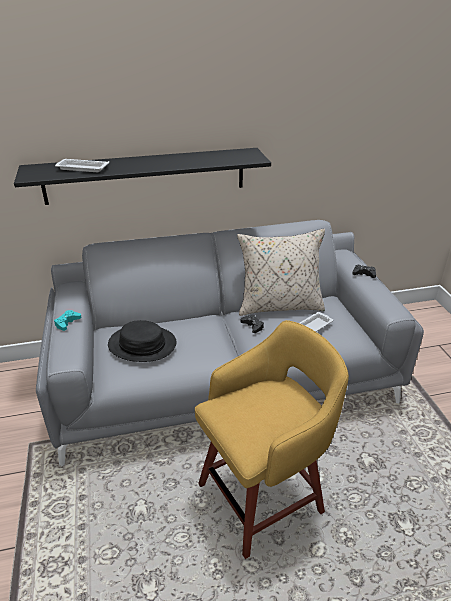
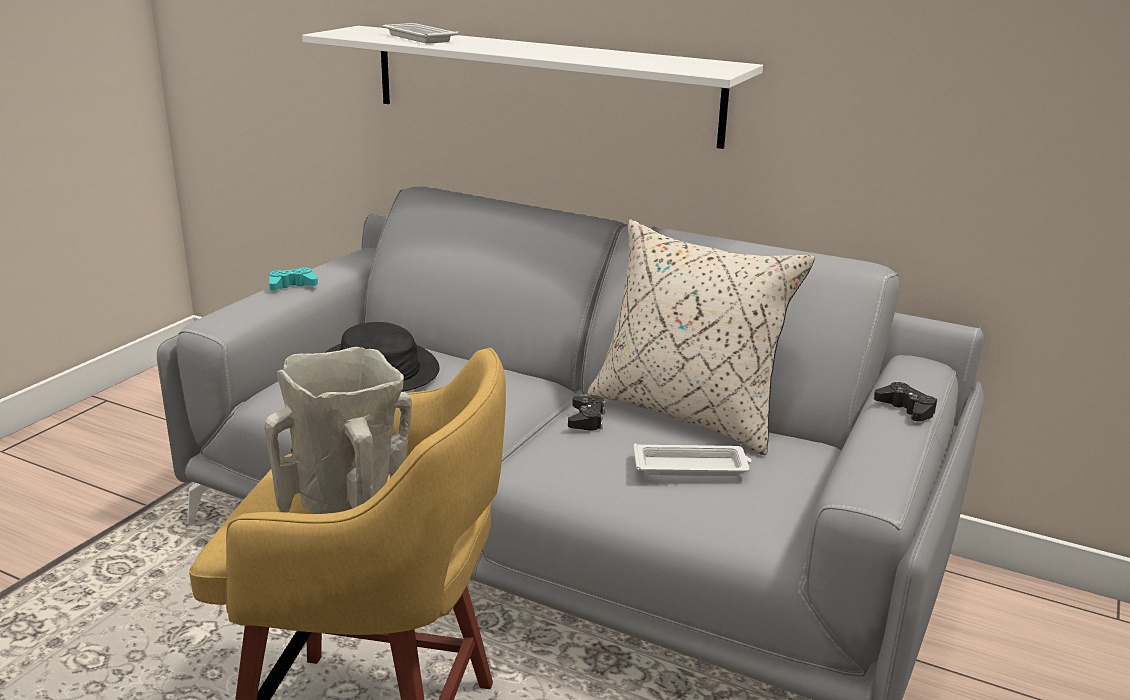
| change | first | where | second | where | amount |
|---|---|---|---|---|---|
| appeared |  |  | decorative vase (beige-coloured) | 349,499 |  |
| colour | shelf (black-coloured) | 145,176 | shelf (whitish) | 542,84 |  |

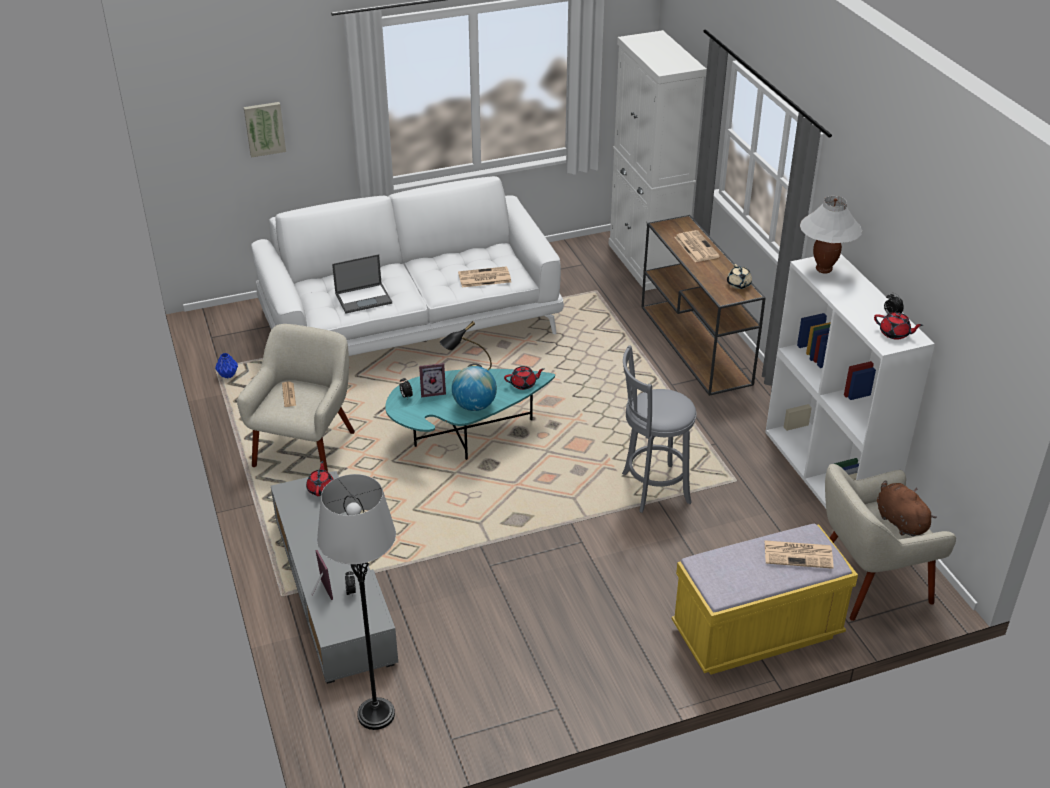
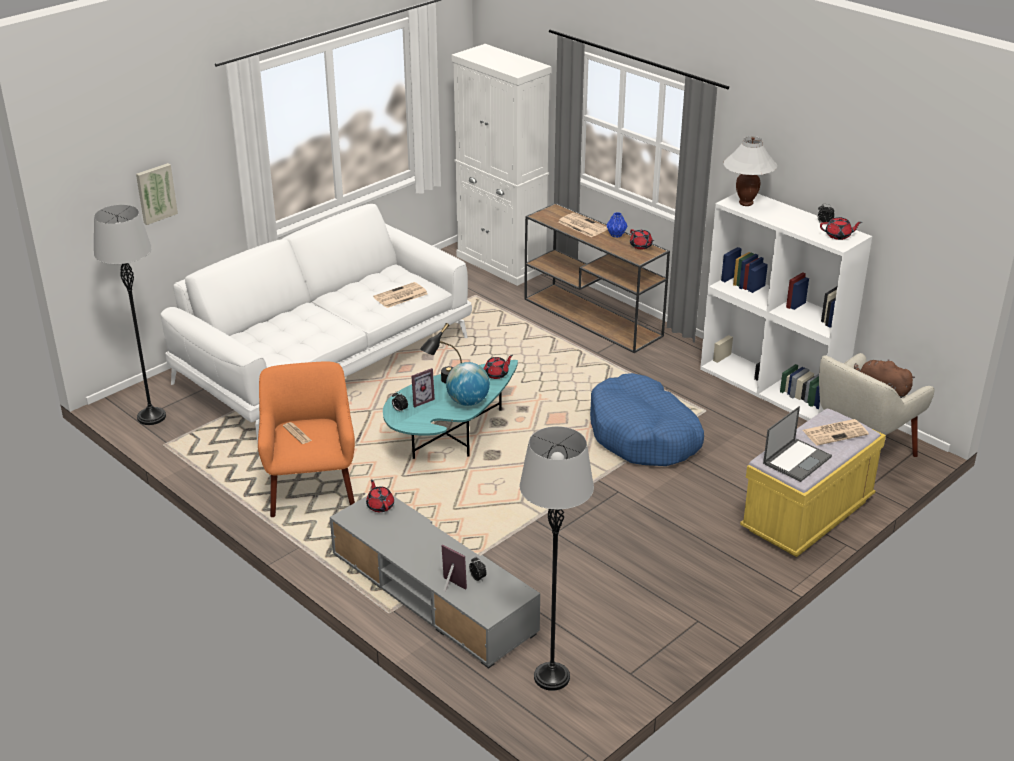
| change | first | where | second | where | amount |
|---|---|---|---|---|---|
| appeared |  |  | standing lamp (greyish) | 151,417 |  |
| relocated | decorative vase (blue-coloured) | 228,375 |  | 616,235 |  |
| relocated | laptop | 364,298 |  | 797,460 |  |
| exchanged | sitting stool (greyish) | 652,489 | dog bed (blue-coloured) | 643,435 |  |
| colour | easy chair (beige-coloured) | 306,448 | easy chair (orangey) | 312,488 |  |
| colour | tea pot (beige-coloured) | 738,284 | tea pot (reddish) | 641,246 |  |

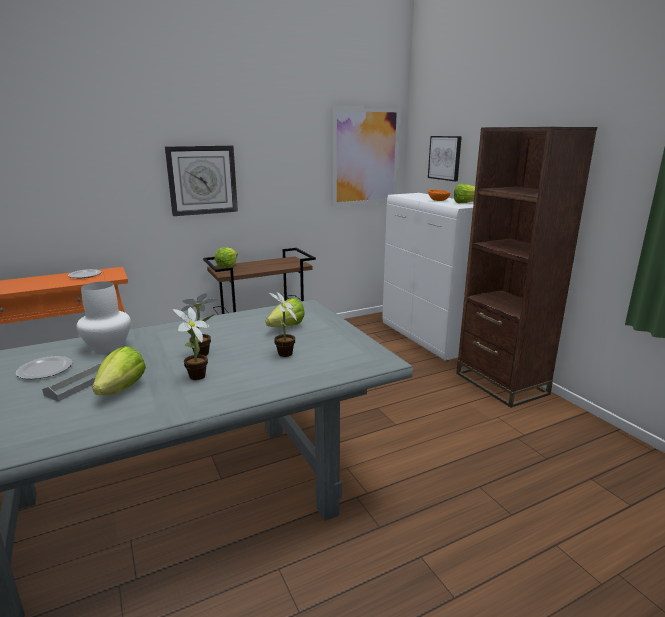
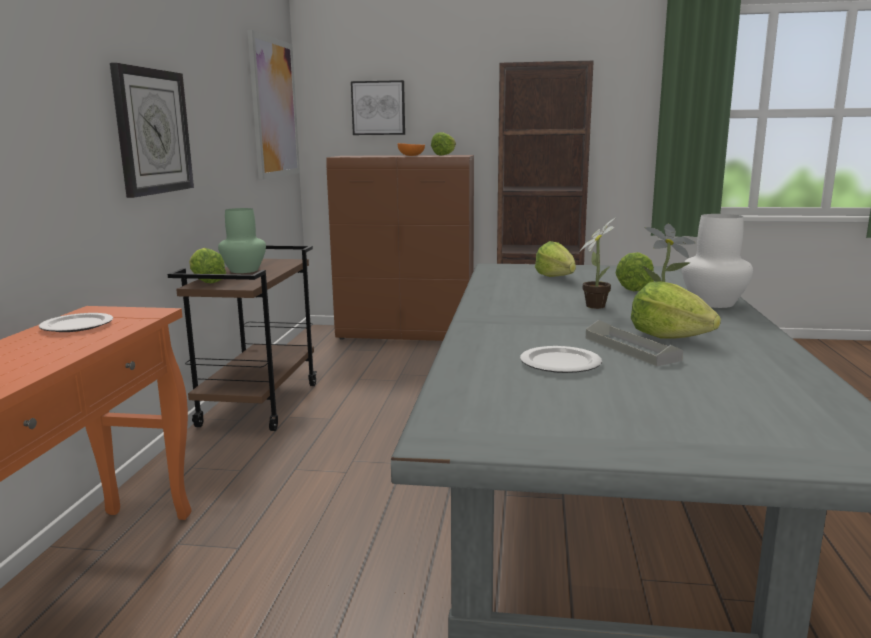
| change | first | where | second | where | amount |
|---|---|---|---|---|---|
| appeared |  |  | decorative vase (green) | 244,270 |  |
| relocated | decorative vase (whitish) | 107,347 |  | 712,303 |  |
| exchanged | plant in a pot | 284,355 | lettuce head | 636,286 |  |
| colour | cabinet (whitish) | 427,339 | cabinet (brownish) | 407,335 |  |

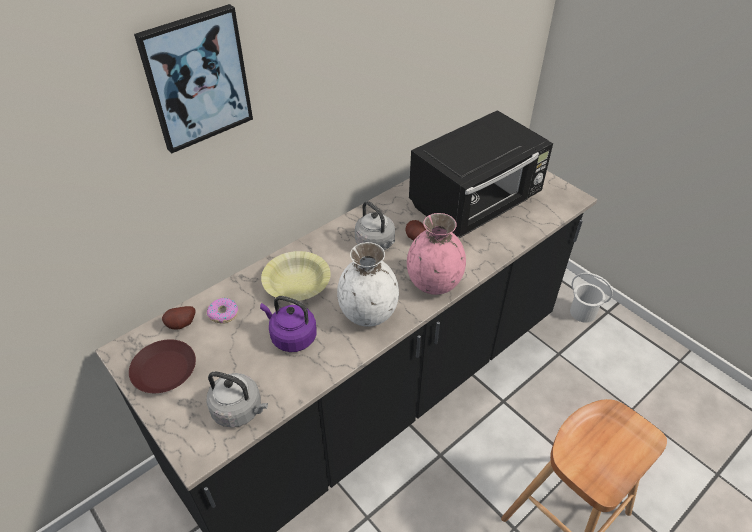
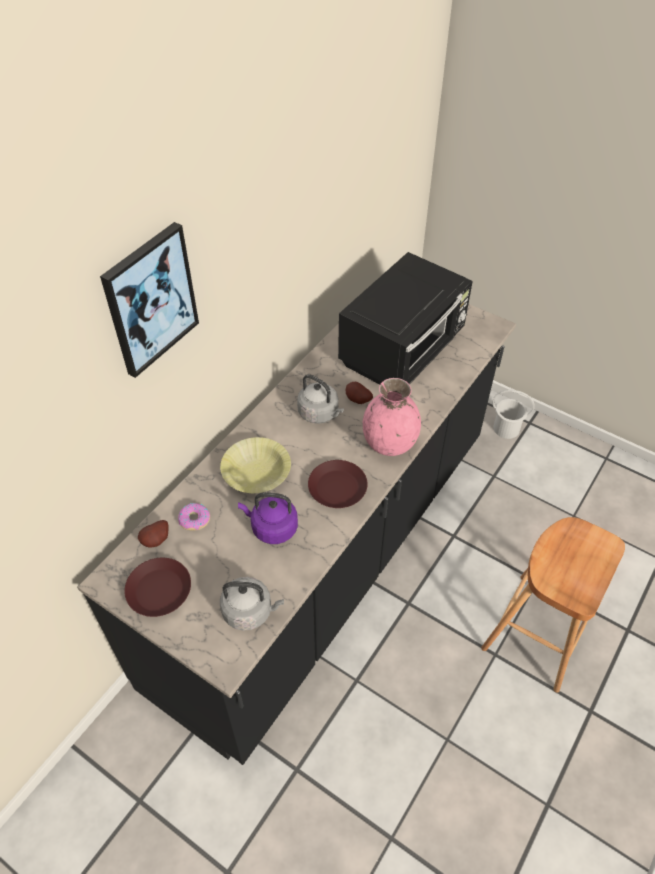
| change | first | where | second | where | amount |
|---|---|---|---|---|---|
| exchanged | decorative vase (whitish) | 368,313 | flat dish (brownish) | 337,487 |  |

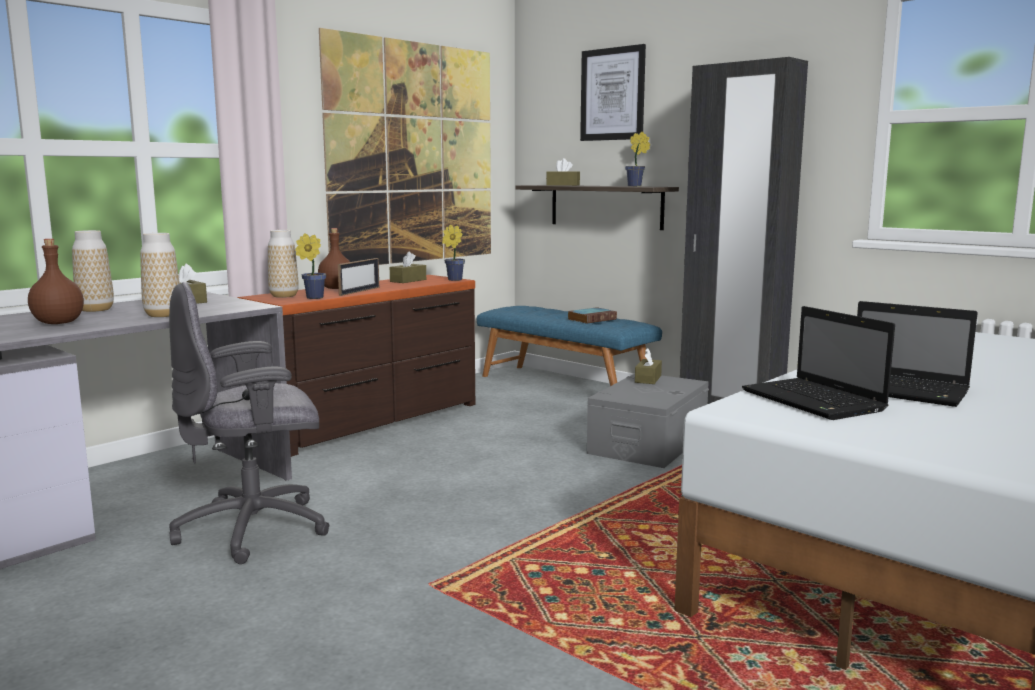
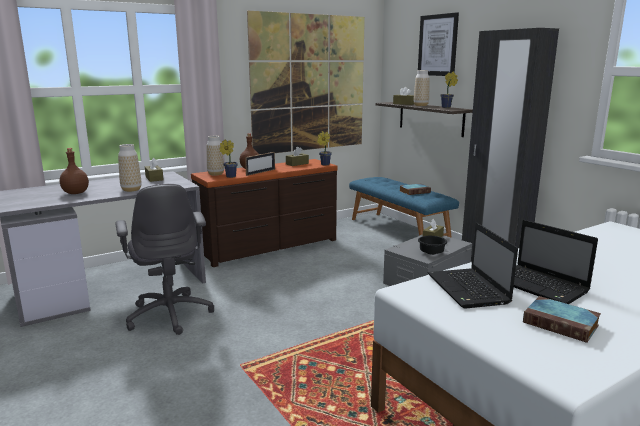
| change | first | where | second | where | amount |
|---|---|---|---|---|---|
| appeared |  |  | deep dish (black-coloured) | 431,253 |  |
| appeared |  |  | volume | 562,324 |  |
| relocated | decorative vase | 95,309 |  | 420,105 |  |
| spun | desk chair (greyish) | 256,529 |  | 170,314 | 105 degrees counterclockwise |

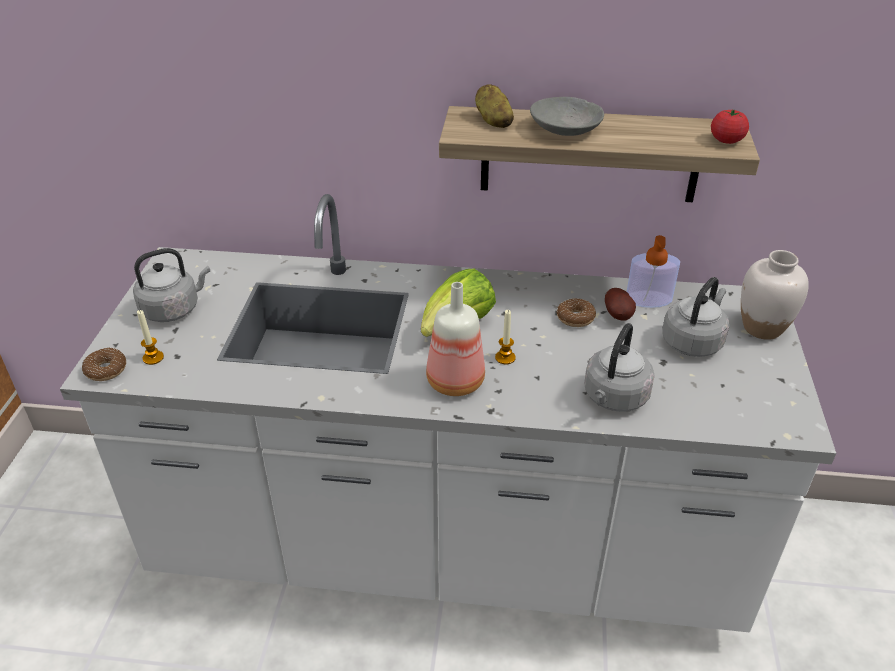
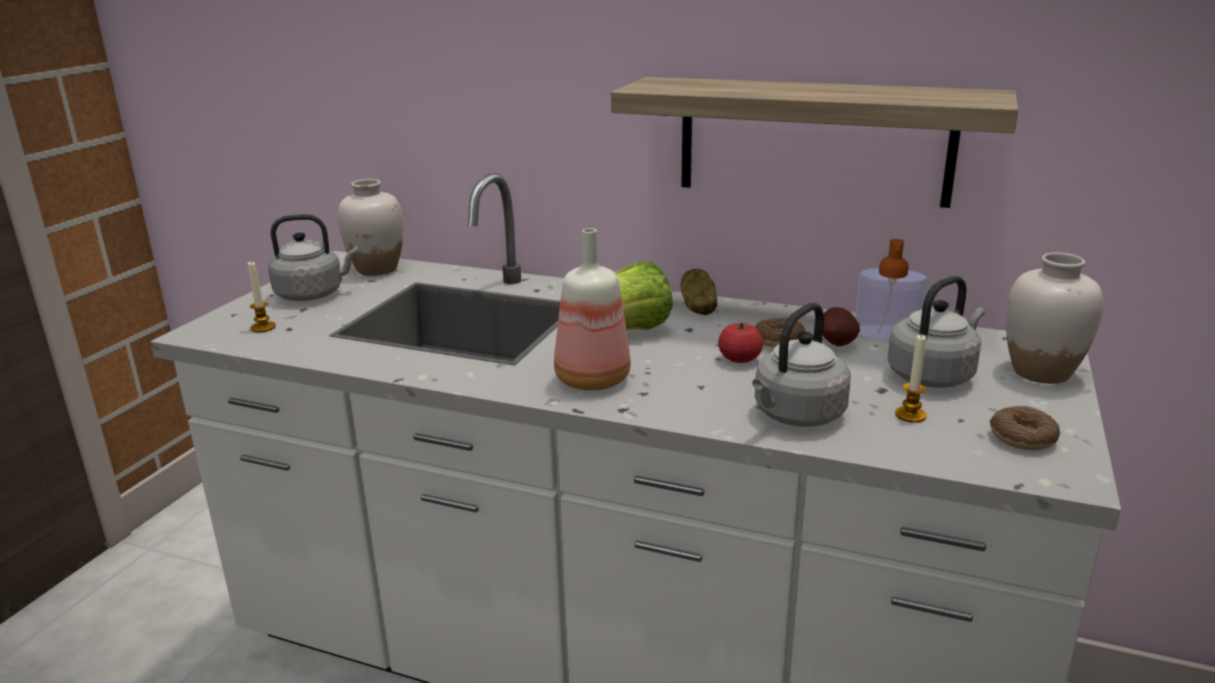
| change | first | where | second | where | amount |
|---|---|---|---|---|---|
| missing | deep dish (greyish) | 566,129 |  |  |  |
| appeared |  |  | decorative vase (whitish) | 377,269 |  |
| relocated | doughnut | 106,370 |  | 1022,438 |  |
| relocated | whole potato | 493,120 |  | 698,307 |  |
| relocated | candle | 505,358 |  | 910,415 |  |
| relocated | tomato | 726,140 |  | 739,359 |  |

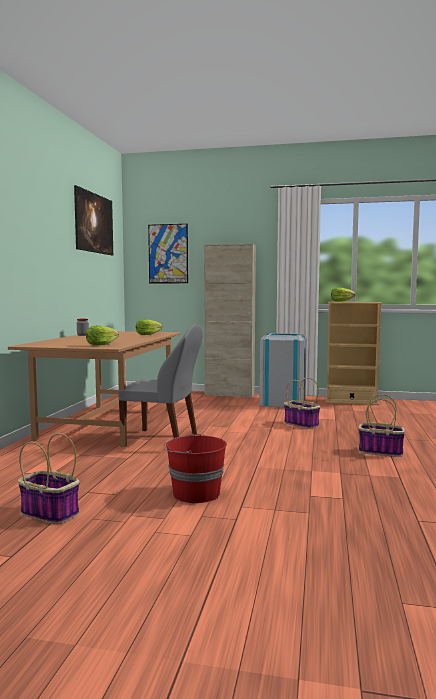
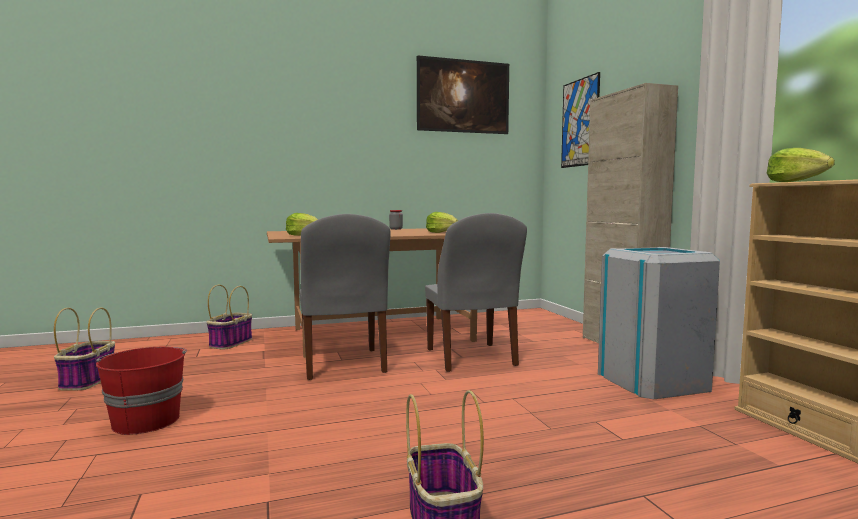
| change | first | where | second | where | amount |
|---|---|---|---|---|---|
| appeared |  |  | plain chair (greyish) | 471,358 |  |
| relocated | household basket | 300,424 |  | 231,343 |  |

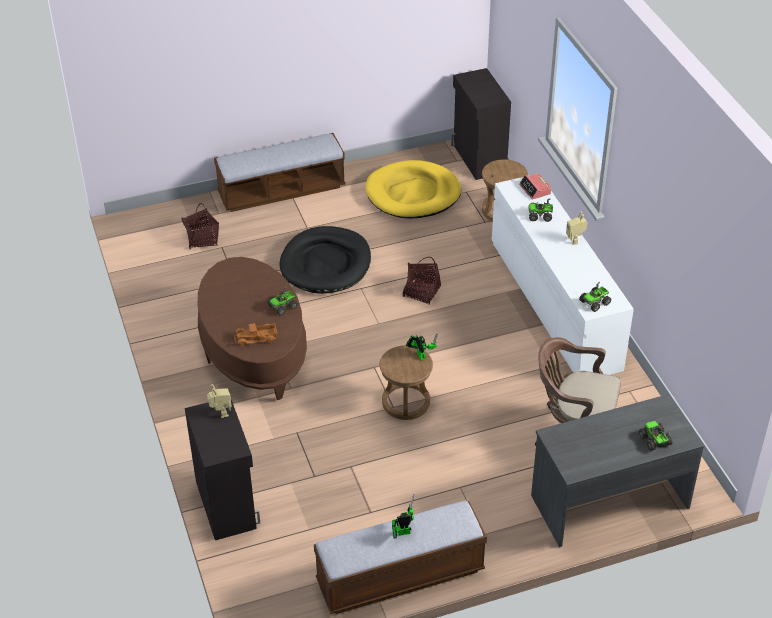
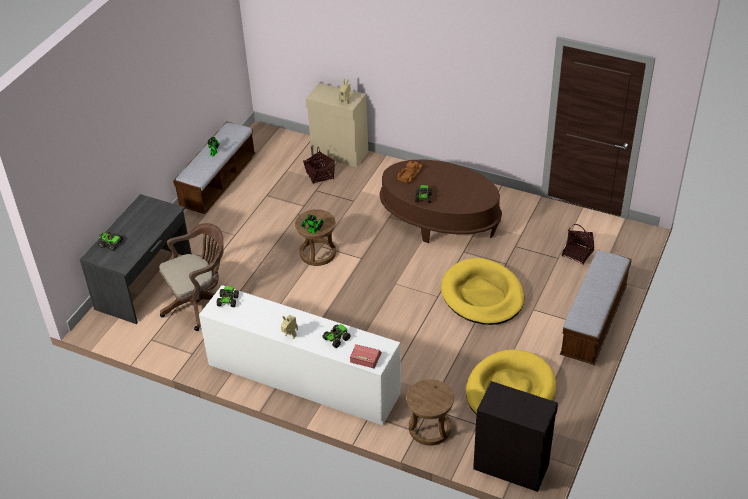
| change | first | where | second | where | amount |
|---|---|---|---|---|---|
| relocated | household basket | 421,292 |  | 320,175 |  |
| colour | cabinet (black-coloured) | 227,504 | cabinet (beige-coloured) | 339,154 |  |
| colour | dog bed (black-coloured) | 326,264 | dog bed (yellow) | 482,295 |  |

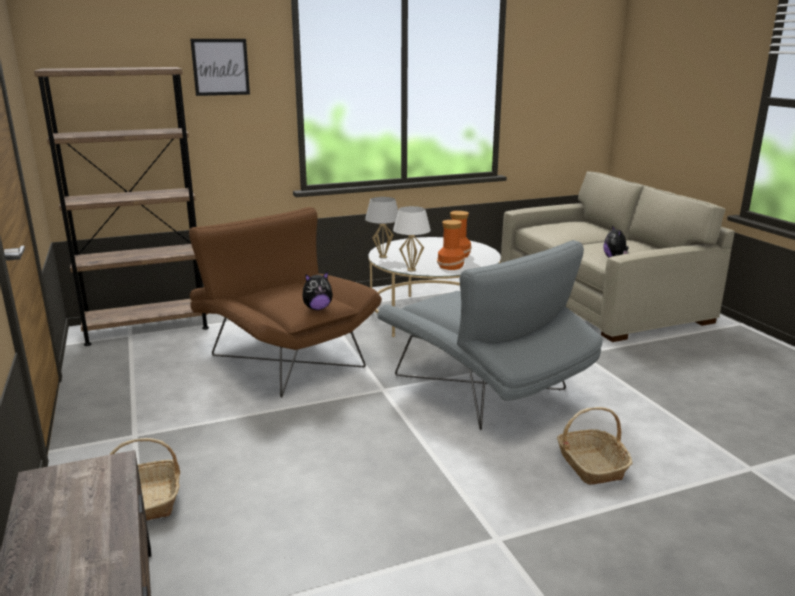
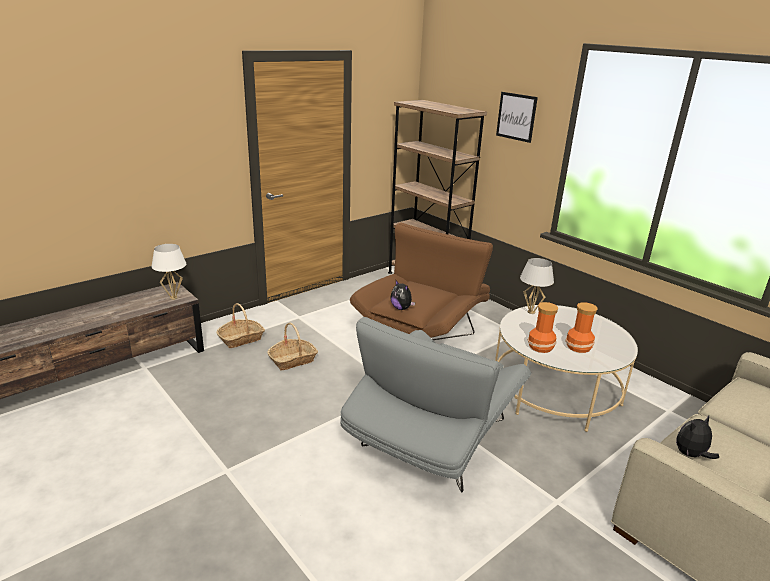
| change | first | where | second | where | amount |
|---|---|---|---|---|---|
| relocated | lamp for a table (whitish) | 411,270 |  | 173,298 |  |
| relocated | household basket | 590,465 |  | 293,360 |  |

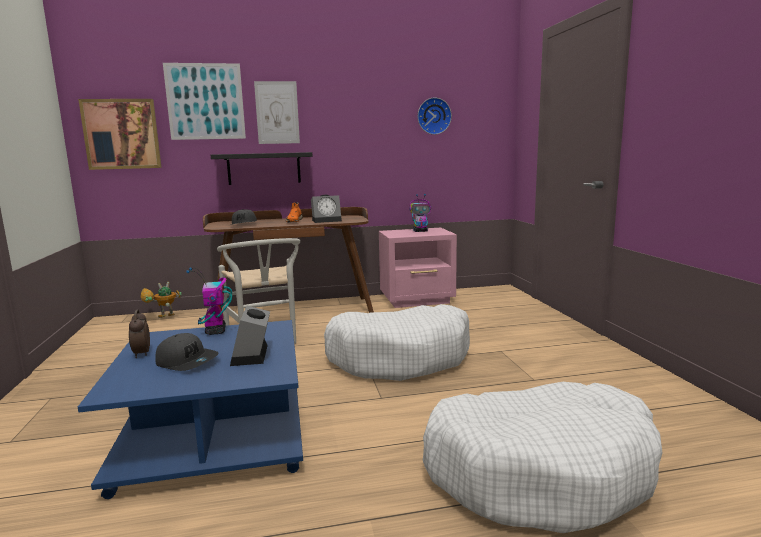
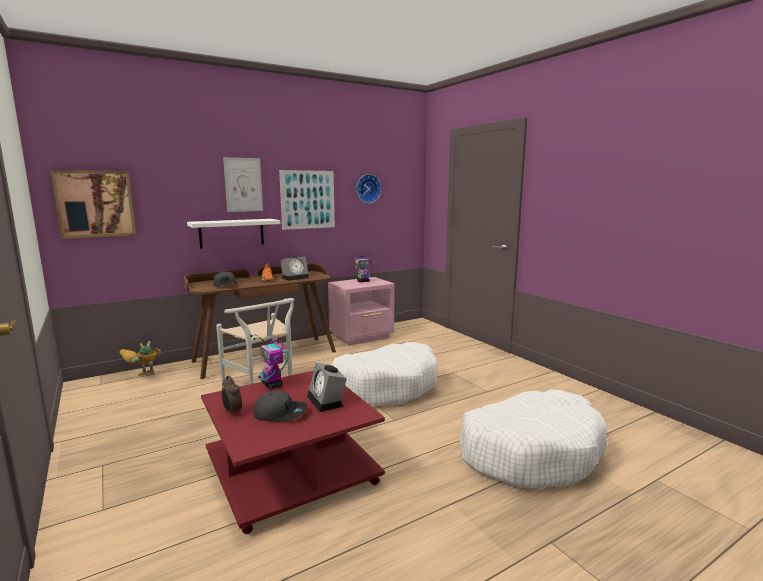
| change | first | where | second | where | amount |
|---|---|---|---|---|---|
| relocated | wall art | 205,101 |  | 308,199 |  |
| colour | lounge table (blue-coloured) | 216,437 | lounge table (reddish) | 293,470 |  |
| colour | shelf (black-coloured) | 264,168 | shelf (whitish) | 232,233 |  |

